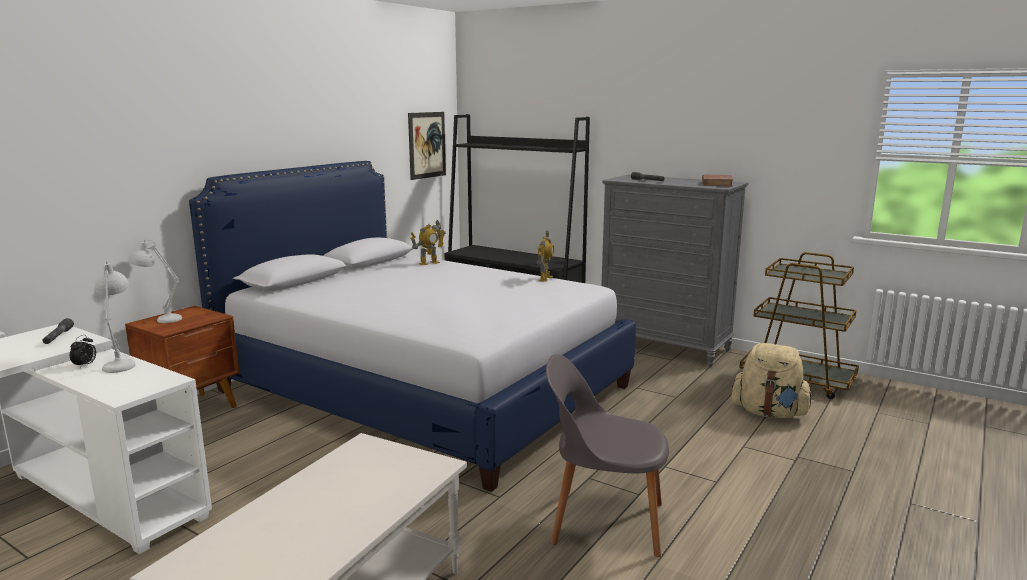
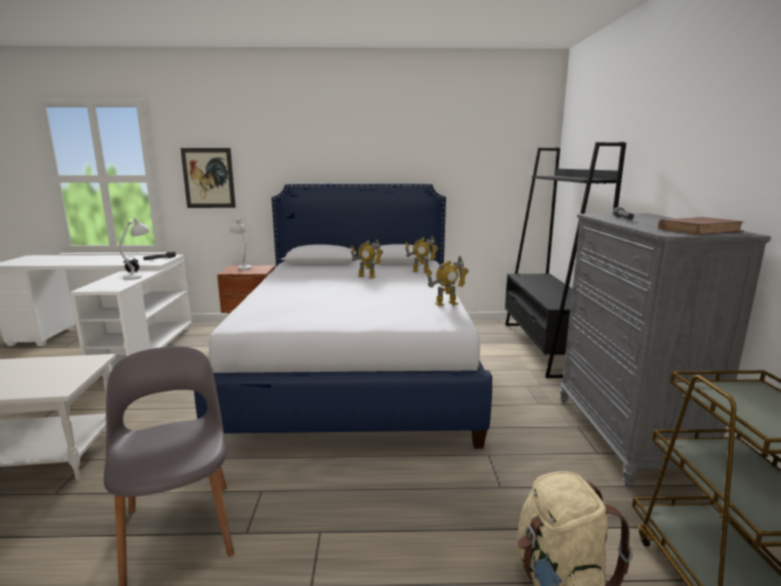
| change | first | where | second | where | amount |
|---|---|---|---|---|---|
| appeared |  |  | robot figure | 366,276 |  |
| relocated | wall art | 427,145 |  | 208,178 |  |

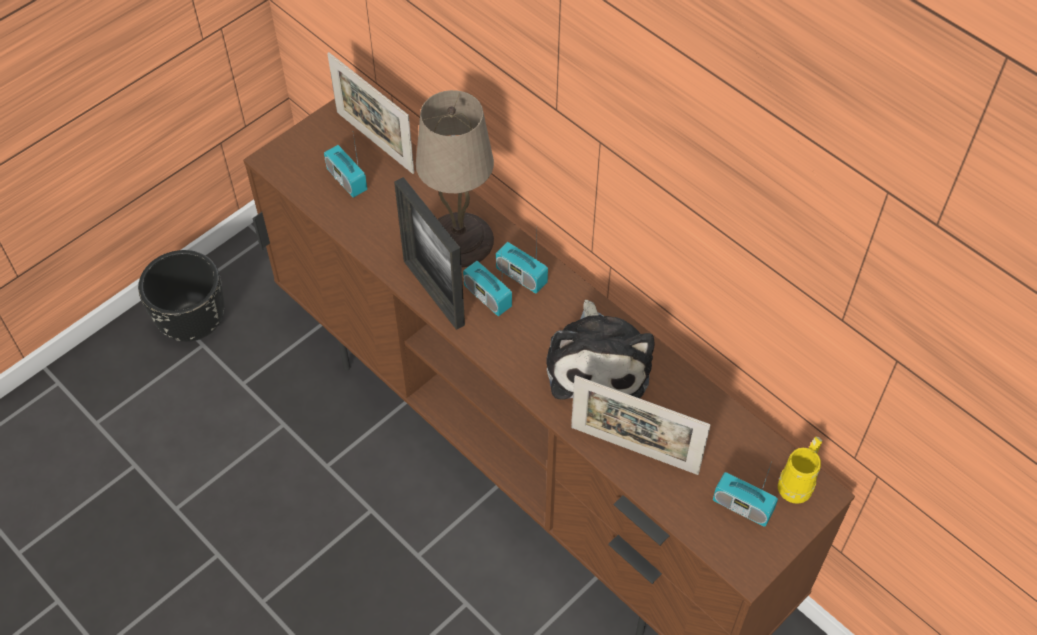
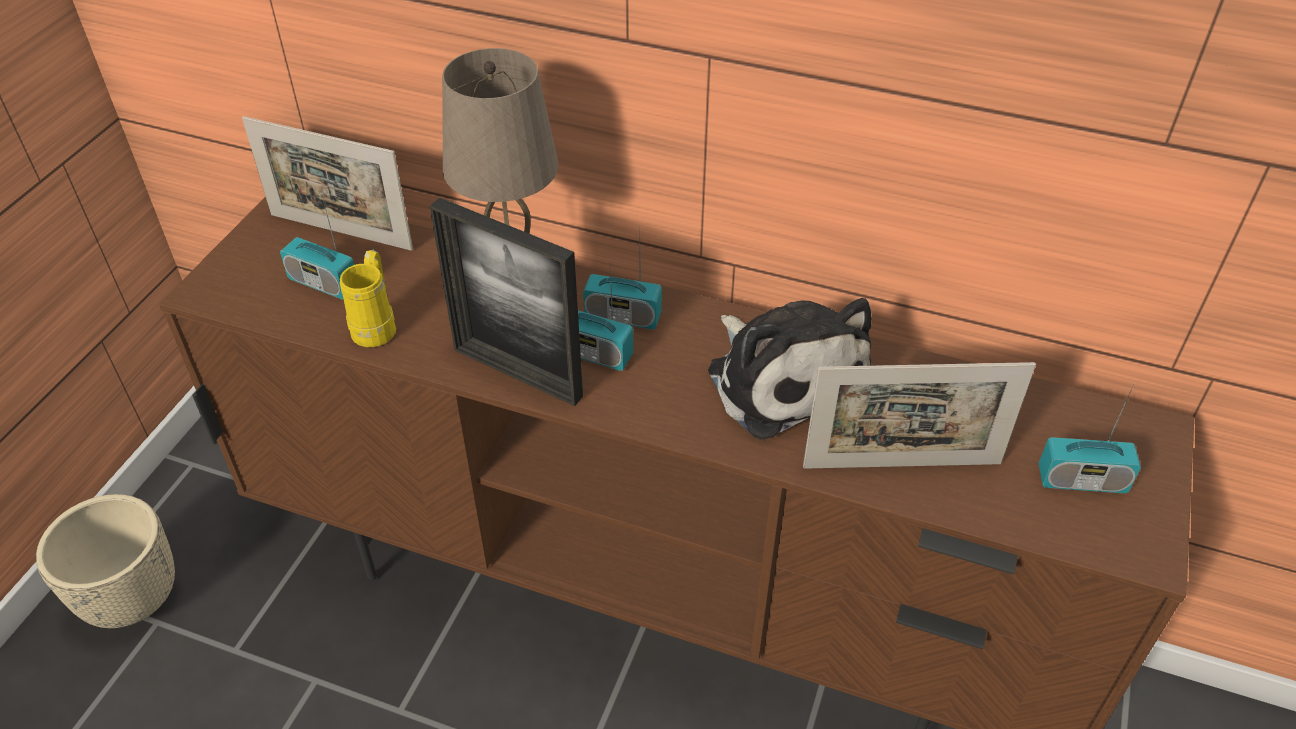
| change | first | where | second | where | amount |
|---|---|---|---|---|---|
| relocated | tea mug (yellow) | 798,482 |  | 377,326 |  |
| colour | flower pot (black-coloured) | 194,322 | flower pot (beige-coloured) | 133,598 |  |

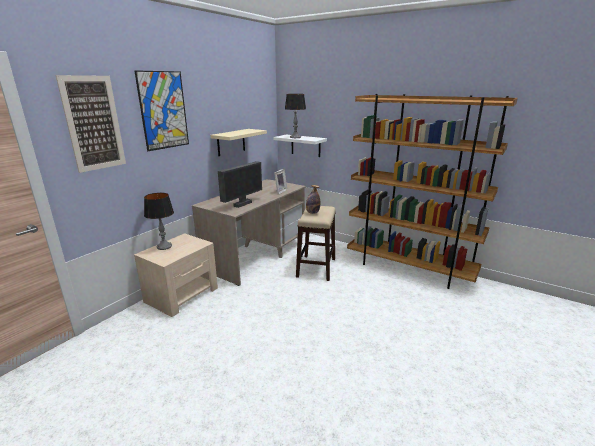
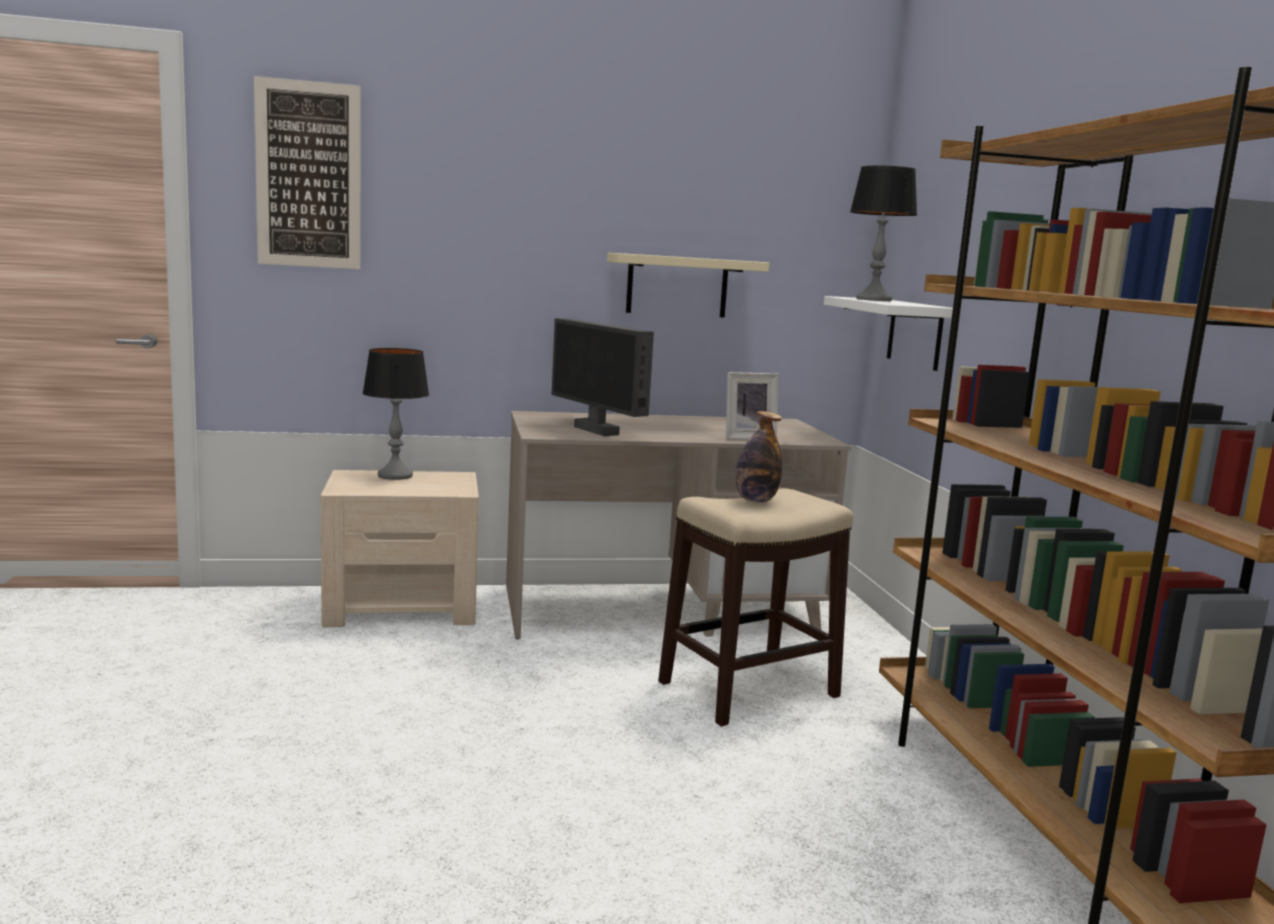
| change | first | where | second | where | amount |
|---|---|---|---|---|---|
| missing | wall art | 163,110 |  |  |  |
| spun | computer display | 242,204 |  | 598,430 | 60 degrees clockwise |

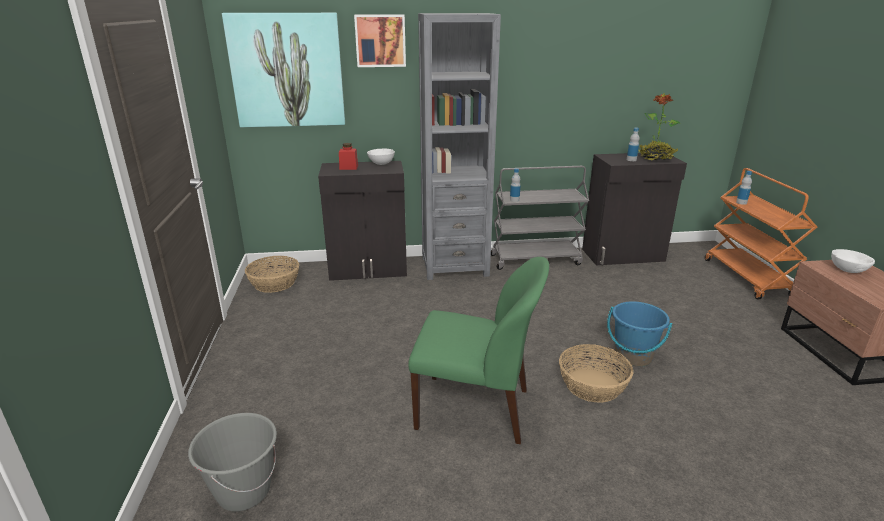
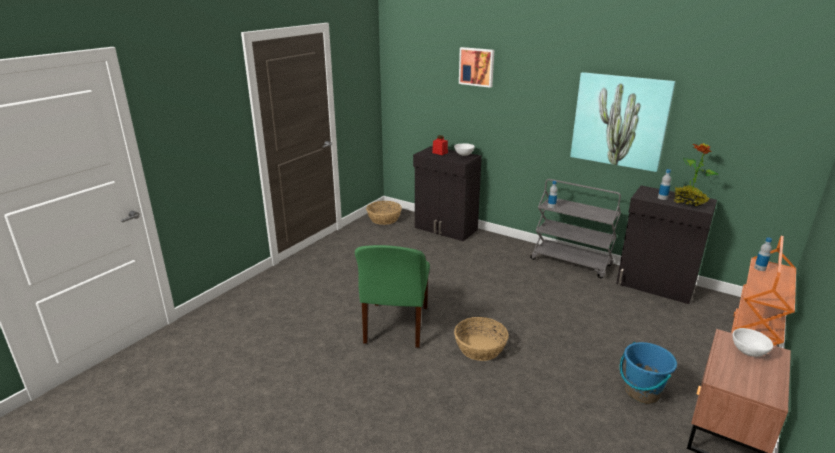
| change | first | where | second | where | amount |
|---|---|---|---|---|---|
| missing | pail (greyish) | 243,491 |  |  |  |
| missing | shelving unit (greyish) | 454,266 |  |  |  |
| relocated | wall art | 287,71 |  | 620,121 |  |
| relocated | pail (blue-coloured) | 633,356 |  | 641,392 |  |
| spun | plain chair (green) | 476,409 |  | 396,326 | 45 degrees clockwise |

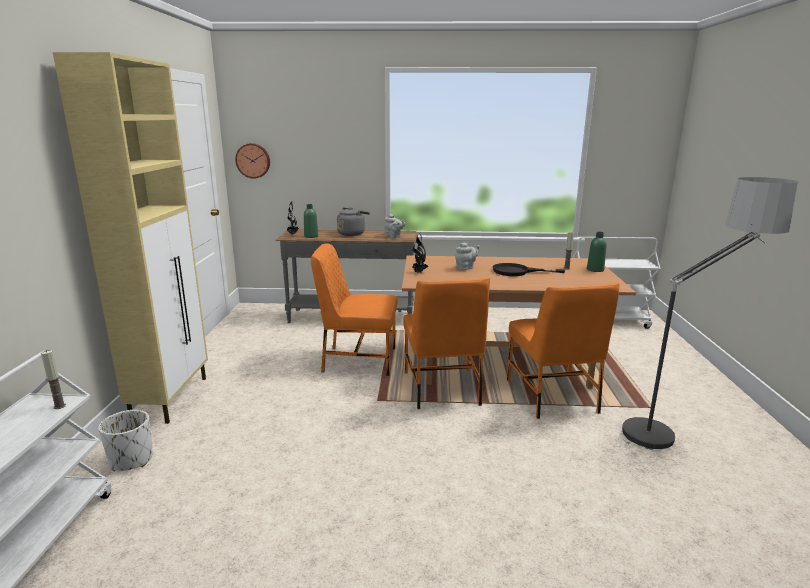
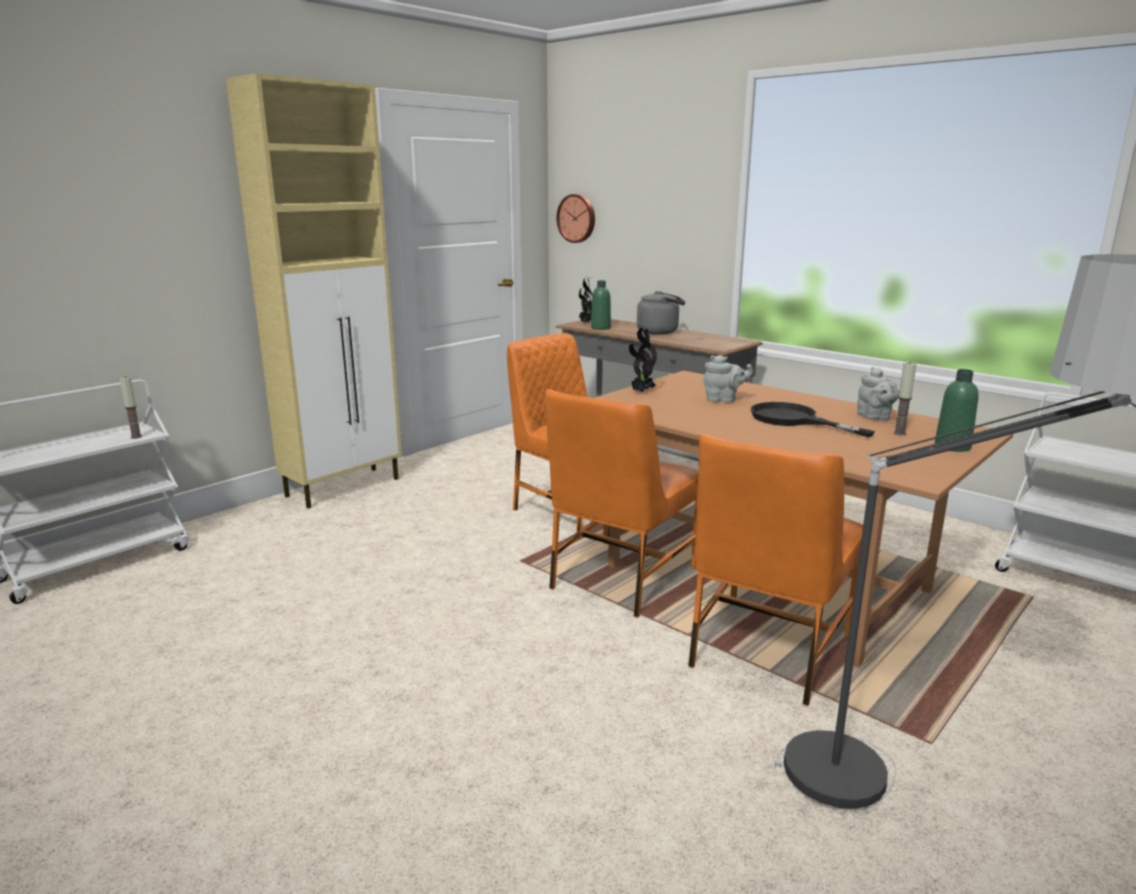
| change | first | where | second | where | amount |
|---|---|---|---|---|---|
| missing | flower pot (whitish) | 131,460 |  |  |  |
| relocated | tea pot (greyish) | 393,236 |  | 875,417 |  |

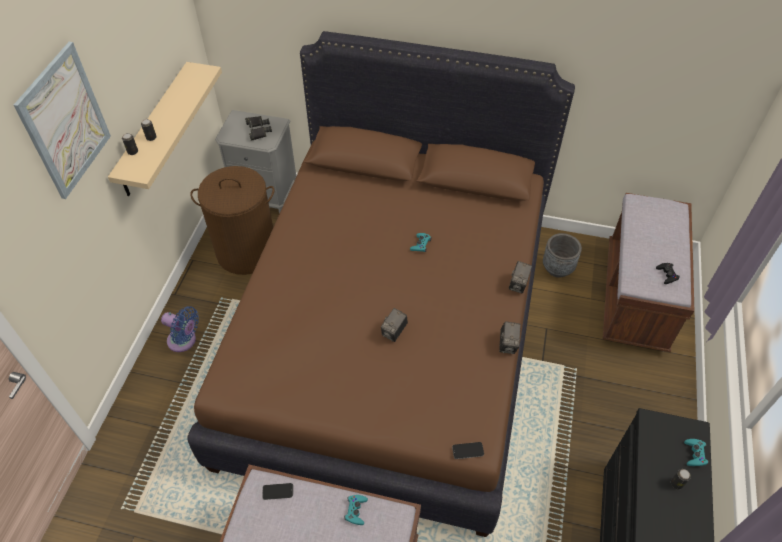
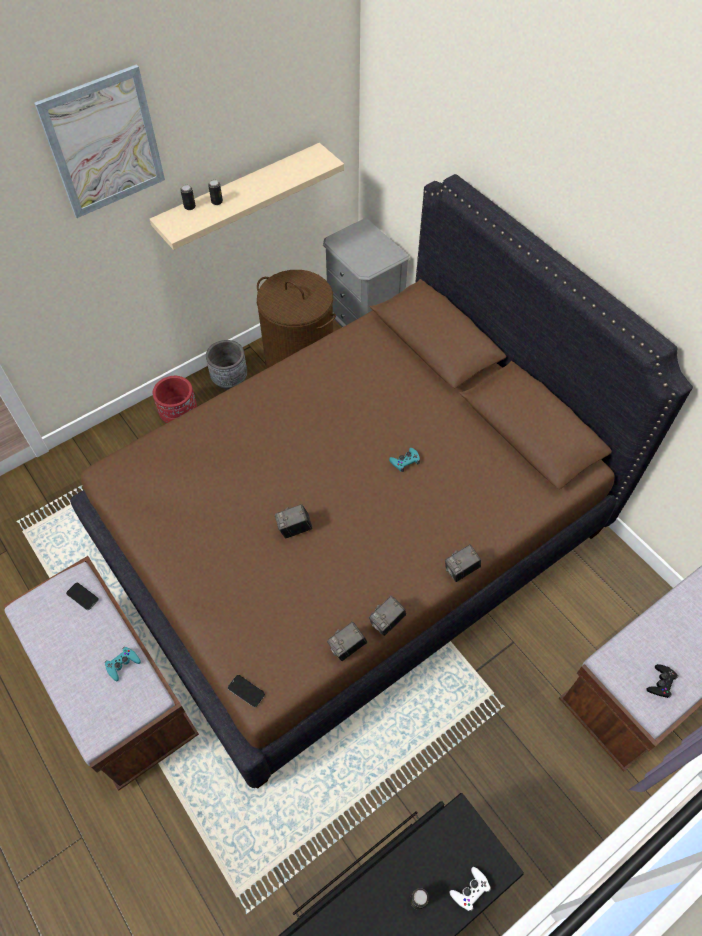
| change | first | where | second | where | amount |
|---|---|---|---|---|---|
| missing | binoculars (black-coloured) | 258,130 |  |  |  |
| appeared |  |  | photo camera | 347,647 |  |
| relocated | flower pot (greyish) | 557,268 |  | 230,379 |  |
| exchanged | cooling fan (blue-coloured) | 184,341 | flower pot (reddish) | 180,415 |  |
| colour | game controller (turquoise-coloured) | 695,454 | game controller (whitish) | 470,890 |  |

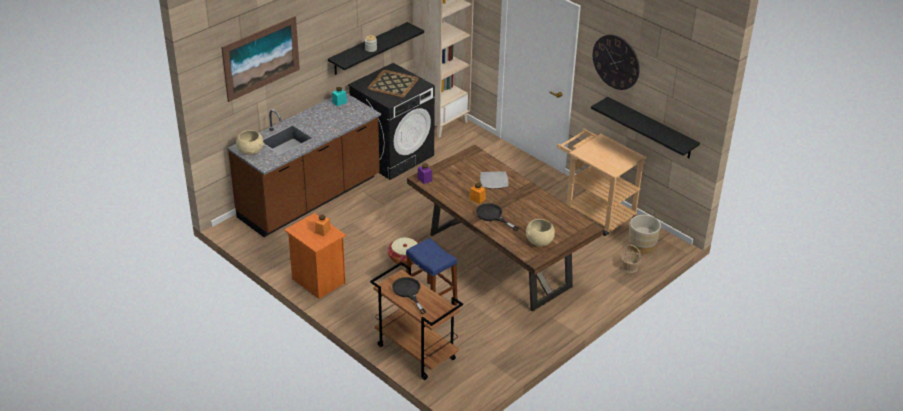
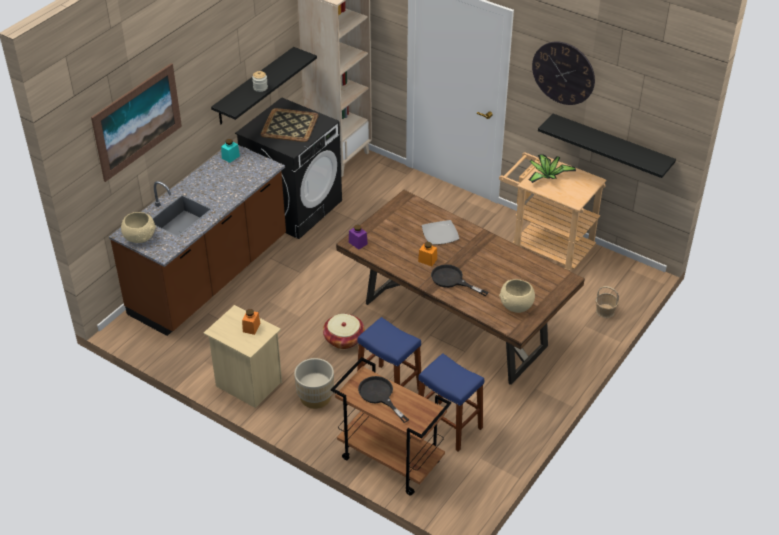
| change | first | where | second | where | amount |
|---|---|---|---|---|---|
| appeared |  |  | sitting stool (blue-coloured) | 448,426 |  |
| appeared |  |  | plant in a pot | 547,176 |  |
| relocated | flower pot (beige-coloured) | 642,246 |  | 315,397 |  |
| colour | bedside table (orangey) | 317,281 | bedside table (beige-coloured) | 247,385 |  |

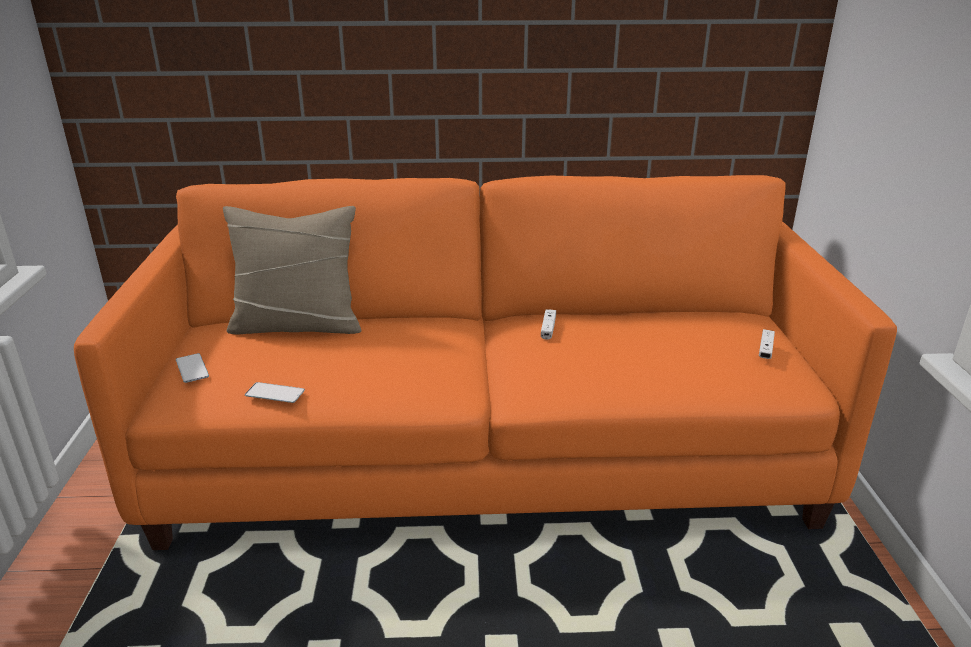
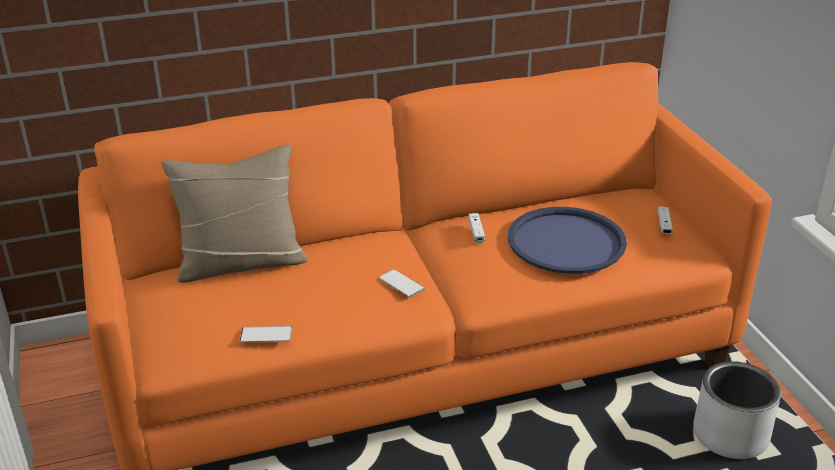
| change | first | where | second | where | amount |
|---|---|---|---|---|---|
| appeared |  |  | tray (blue-coloured) | 566,241 |  |
| appeared |  |  | flower pot (greyish) | 730,435 |  |
| relocated | handset | 192,368 |  | 401,283 |  |

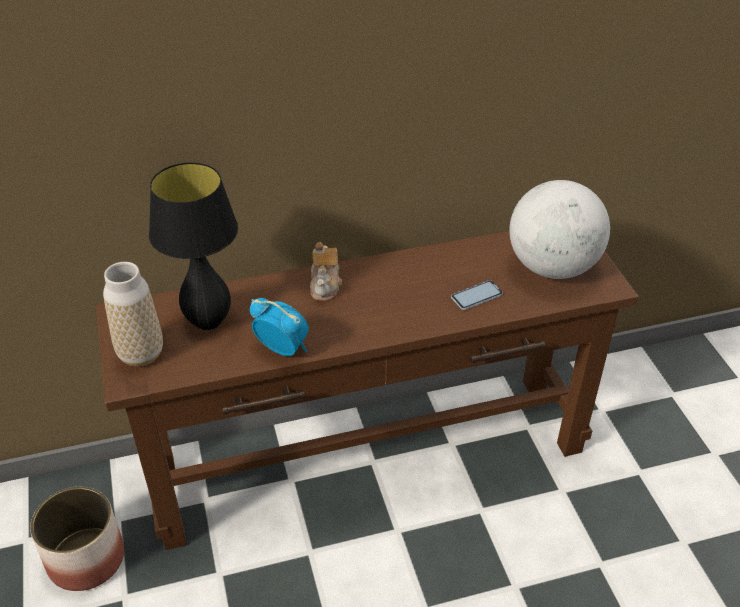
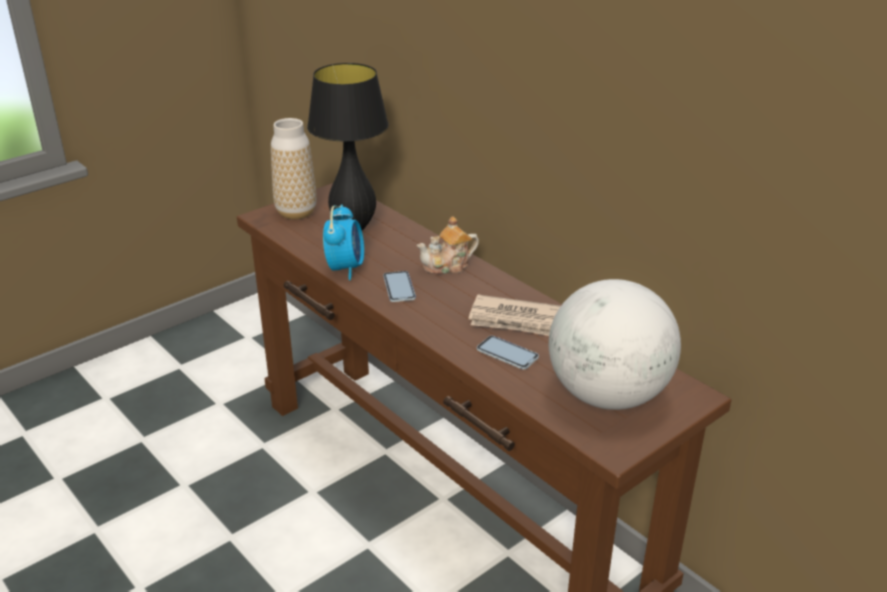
| change | first | where | second | where | amount |
|---|---|---|---|---|---|
| missing | flower pot | 85,559 |  |  |  |
| appeared |  |  | handset | 399,288 |  |
| appeared |  |  | printed paper | 517,320 |  |

